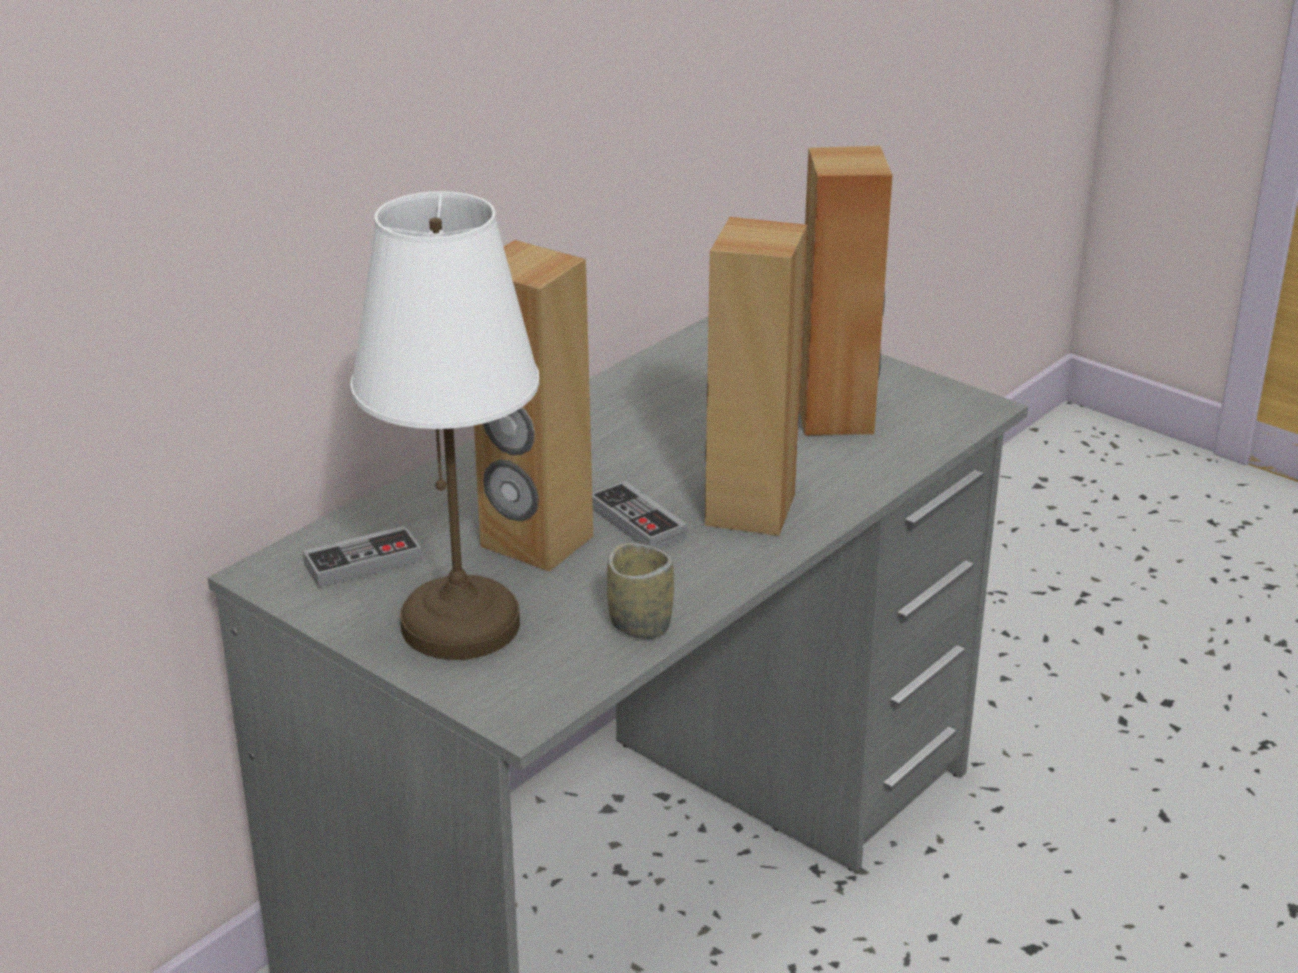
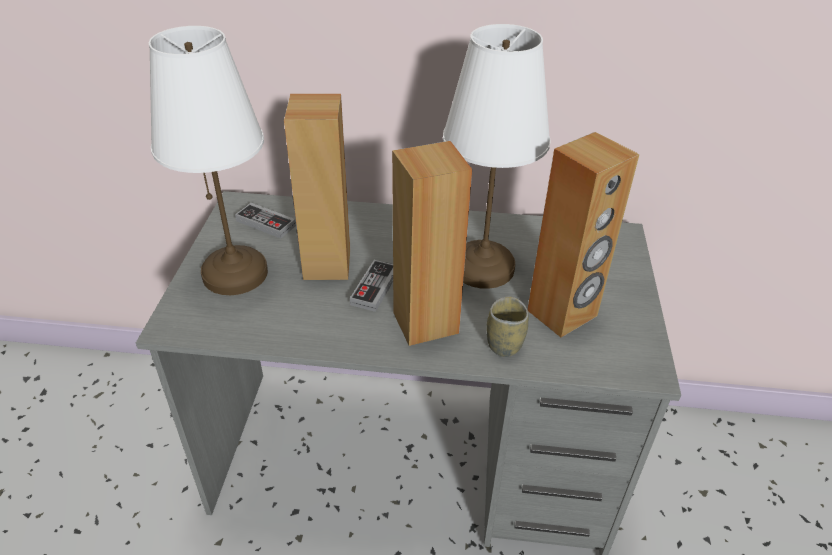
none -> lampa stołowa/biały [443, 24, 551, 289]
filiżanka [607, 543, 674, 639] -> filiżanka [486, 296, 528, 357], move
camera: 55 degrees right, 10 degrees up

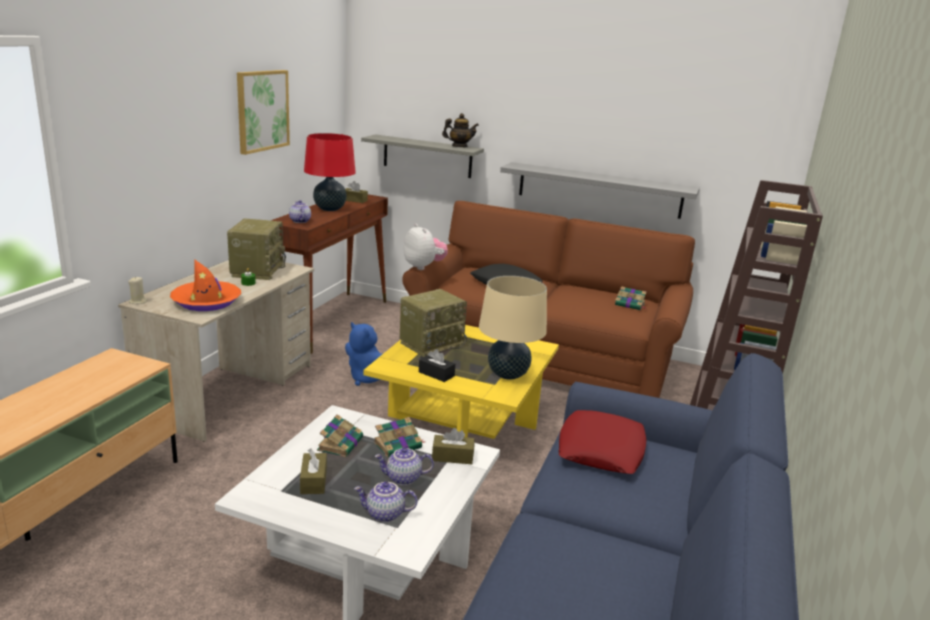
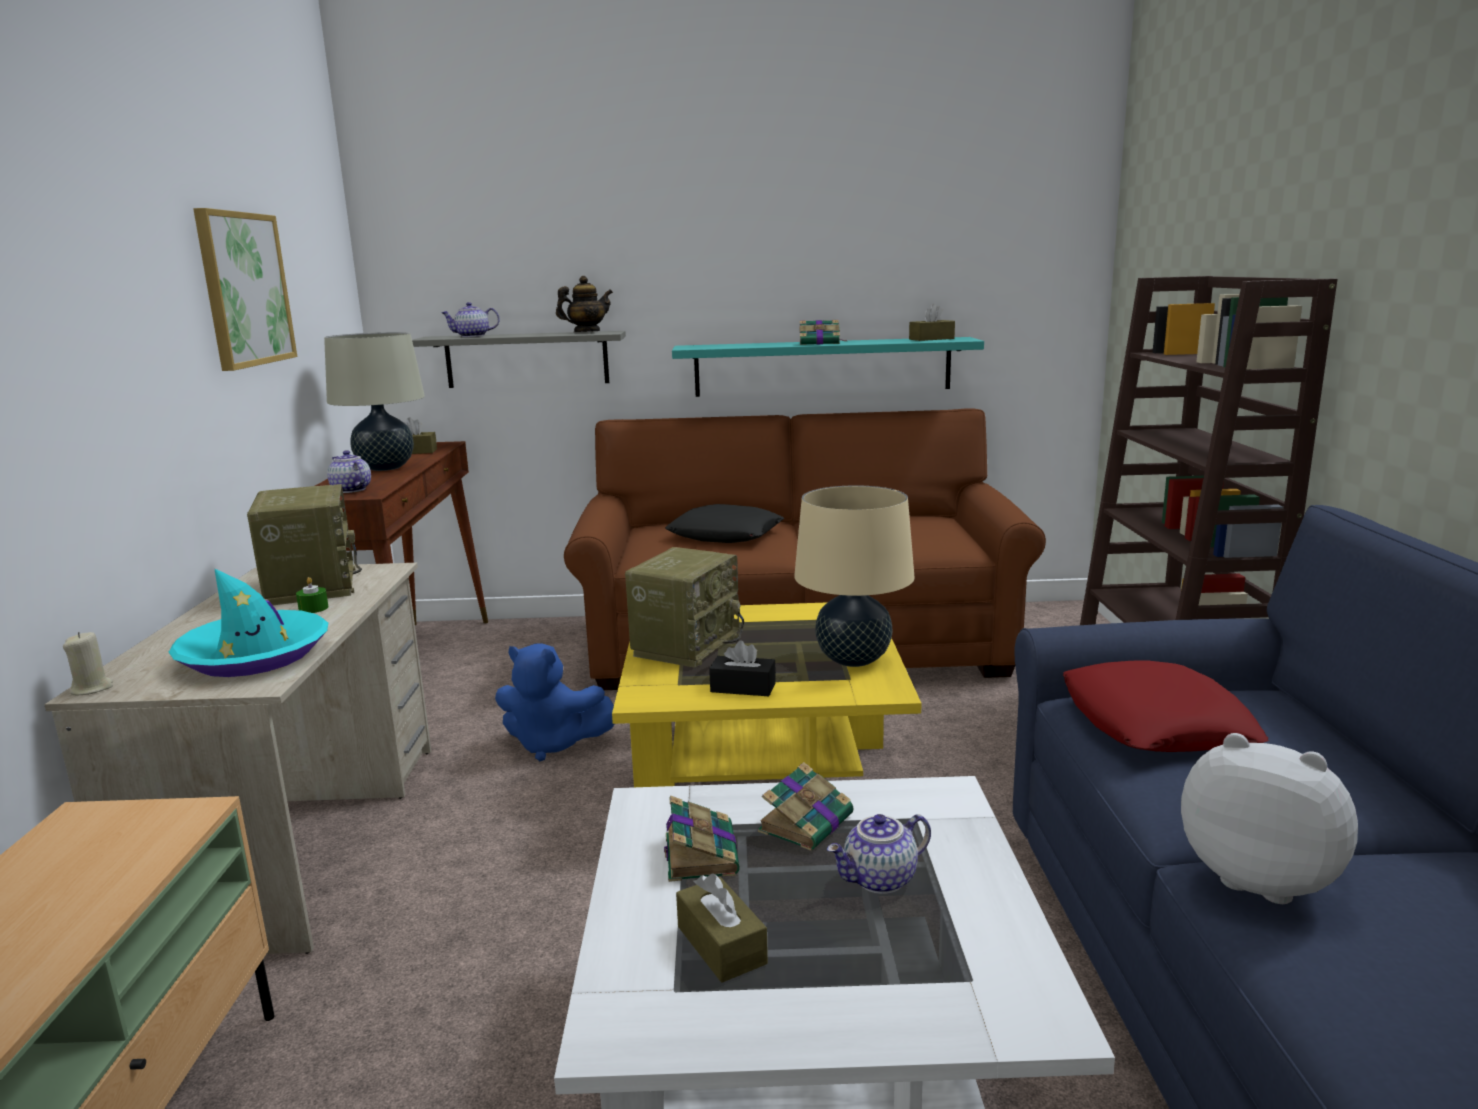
imbryk [354, 482, 418, 522] -> imbryk [441, 302, 500, 337], move
pluszak [403, 224, 448, 270] -> pluszak [1181, 733, 1358, 904], move
pudełko chusteczek/brązowy [432, 428, 474, 464] -> pudełko chusteczek/brązowy [909, 304, 955, 341], move
książka [615, 286, 647, 310] -> książka [800, 320, 847, 345], move
kapelusz/pomarańczowy [170, 259, 241, 311] -> kapelusz/turkusowy [169, 568, 328, 677]
lampa stołowa/czerwony [304, 133, 356, 211] -> lampa stołowa/beżowy [324, 332, 425, 471]
półka/szary [500, 162, 700, 219] -> półka/turkusowy [672, 337, 984, 397]
camera: 20 degrees left, 5 degrees down

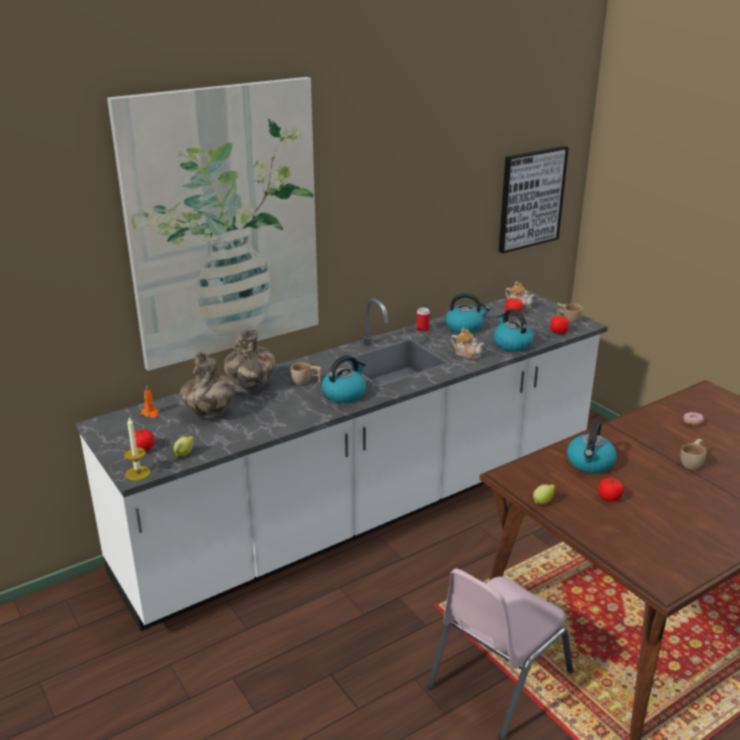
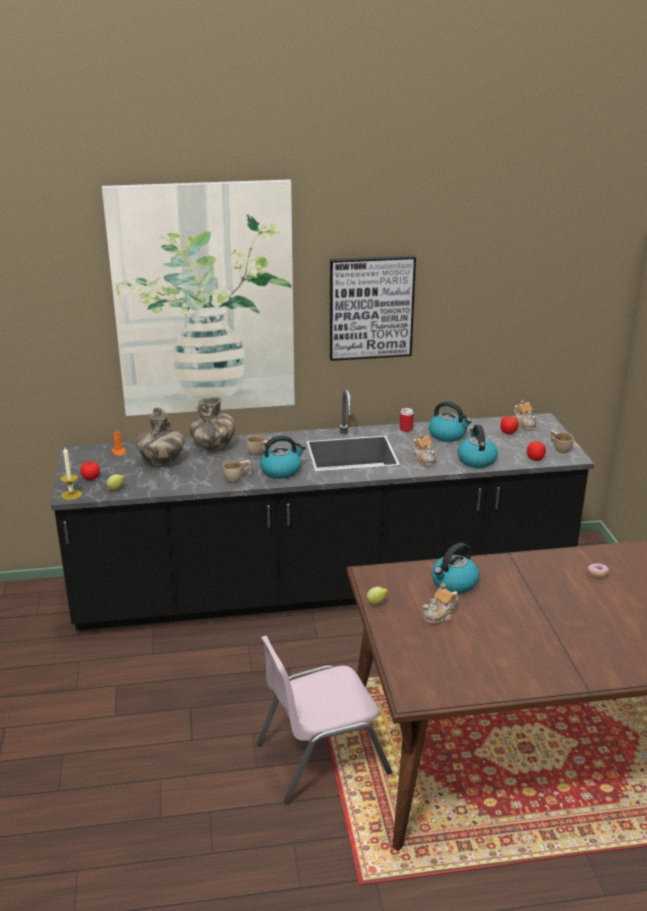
obraz [499, 146, 569, 253] -> obraz [330, 255, 416, 361], move
filiżanka/beżowy [680, 439, 706, 470] -> filiżanka/beżowy [222, 460, 252, 483], move
pomidor [598, 478, 624, 502] -> imbryk [423, 583, 458, 624]
zabudowa kuchenna/biały [75, 291, 608, 631] -> zabudowa kuchenna/czarny [51, 390, 594, 631]
camera: 25 degrees right, 0 degrees up

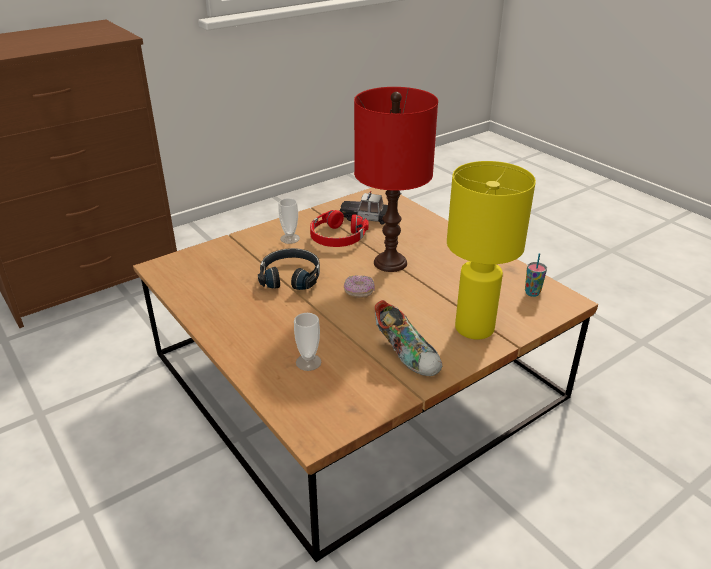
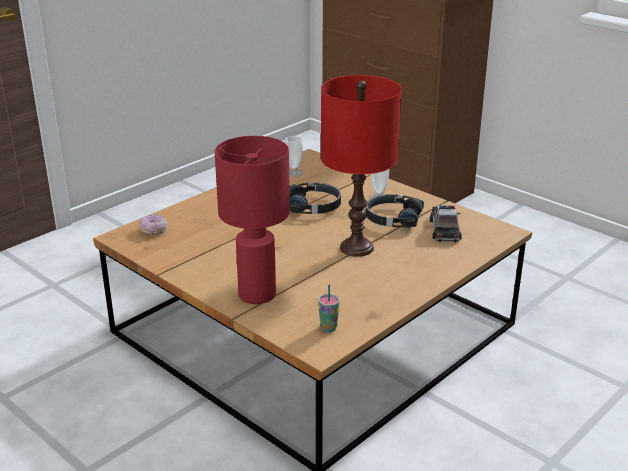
but [374, 300, 442, 376] -> none
filiżanka [294, 313, 321, 371] -> filiżanka [285, 136, 303, 177], move
donut [344, 275, 374, 298] -> donut [139, 214, 167, 235], move
słuchawki/czerwony [310, 210, 368, 247] -> słuchawki/czarny [366, 194, 424, 228]
lampa stołowa/żółty [447, 161, 536, 339] -> lampa stołowa/czerwony [215, 136, 290, 304]
camera: 80 degrees right, 5 degrees down

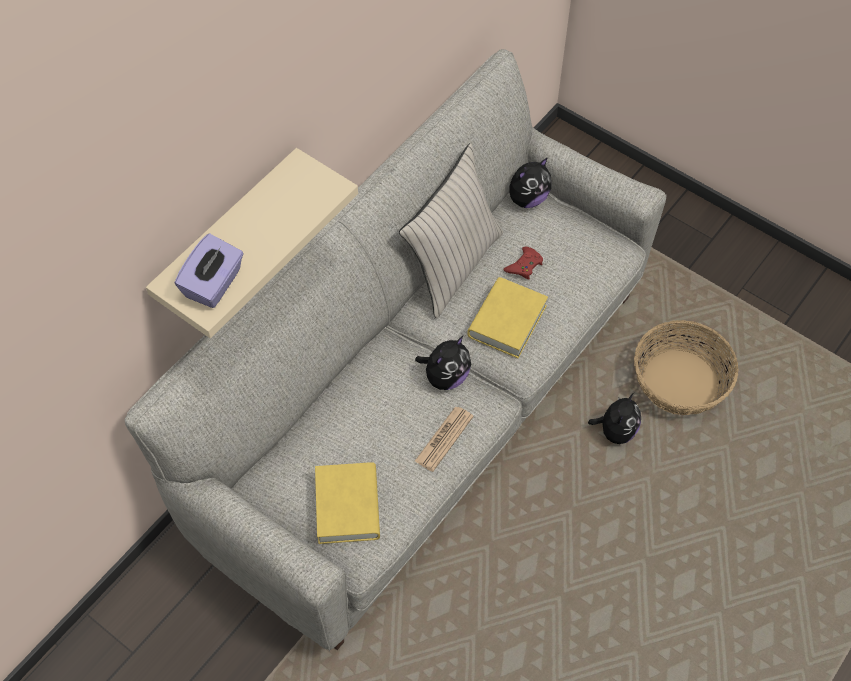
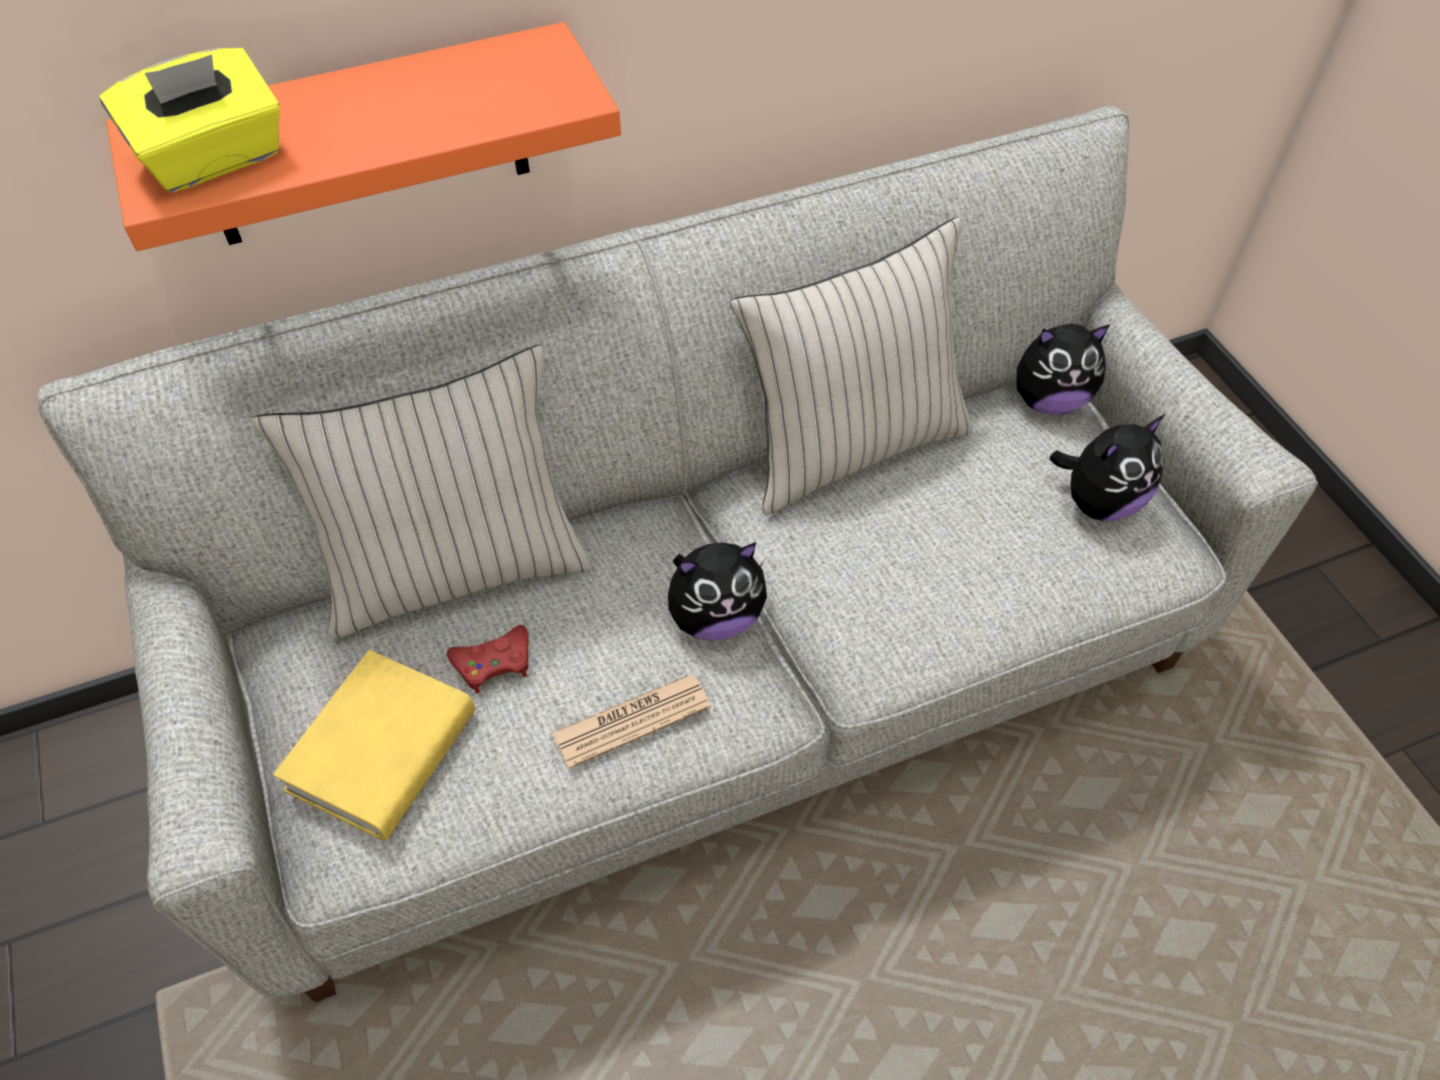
książka/żółty [467, 277, 548, 358] -> none
koszyk [634, 320, 739, 415] -> none
none -> poduszka/beżowy [251, 345, 592, 640]
pad do gier/czerwony [503, 247, 543, 280] -> pad do gier/czerwony [447, 625, 529, 694], move
pluszak [588, 393, 641, 444] -> pluszak [1050, 414, 1165, 521], move
półka/beżowy [146, 148, 358, 338] -> półka/pomarańczowy [106, 22, 621, 251]
pudełko chusteczek/fioletowy [174, 233, 244, 308] -> pudełko chusteczek/żółty [99, 48, 280, 193]
camera: 30 degrees right, 5 degrees down

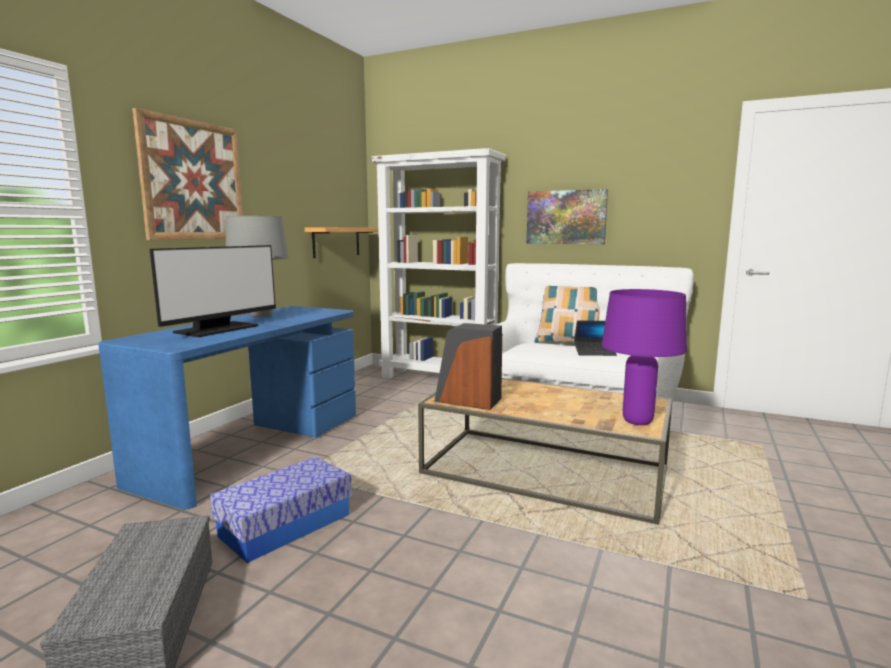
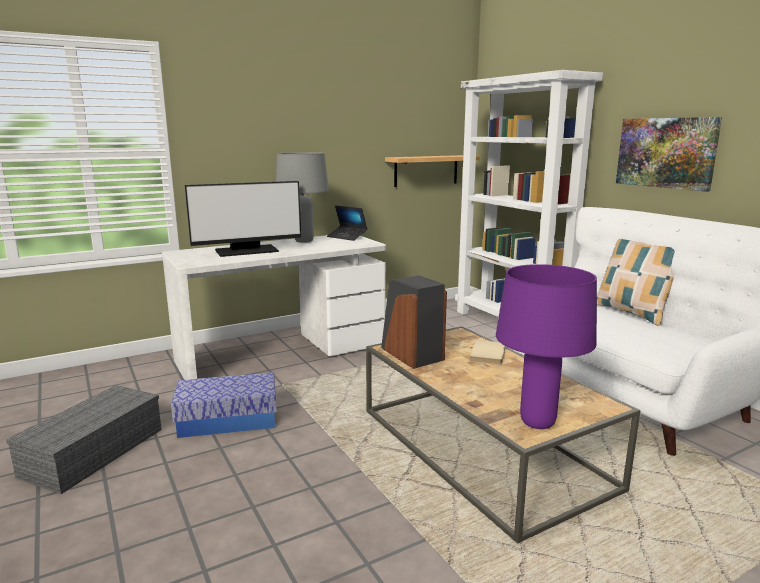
obraz [132, 108, 243, 240] -> none
none -> książka/beżowy [469, 340, 505, 365]
laptop [574, 321, 617, 356] -> laptop [327, 205, 368, 241], move
biurko/niebieski [98, 306, 356, 510] -> biurko/biały [162, 235, 386, 380]
camera: 35 degrees right, 5 degrees up

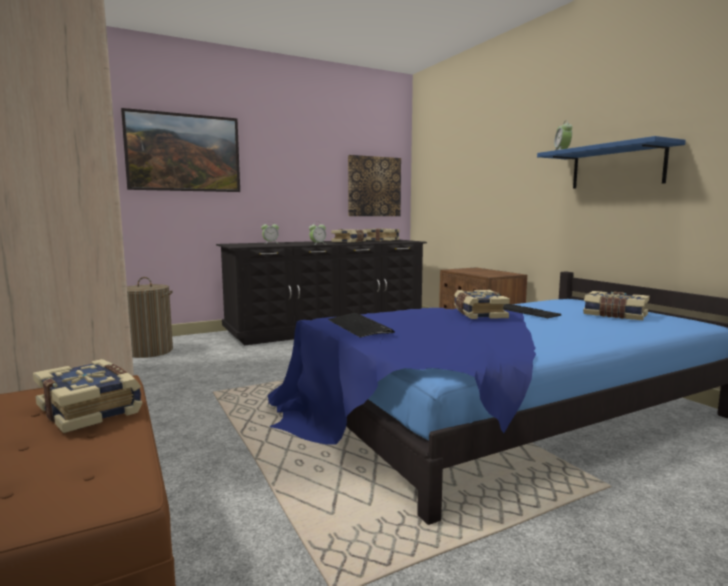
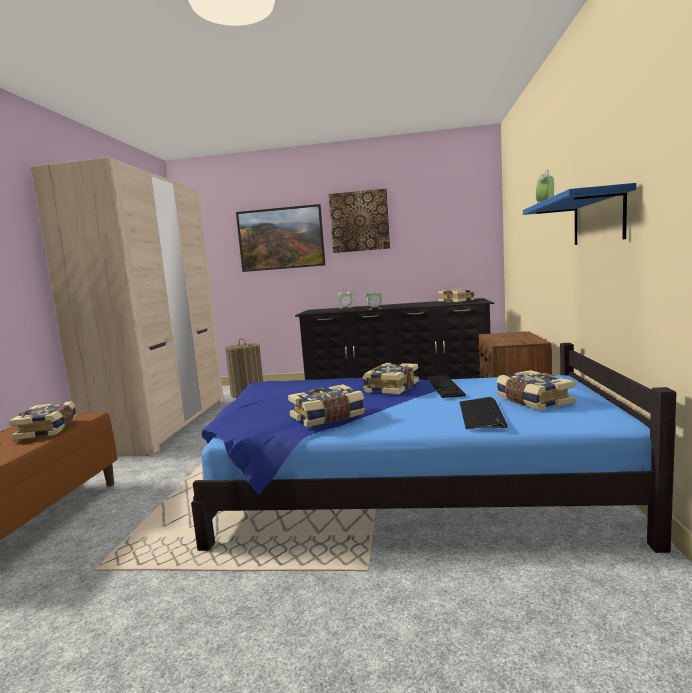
klawiatura [328, 313, 395, 337] -> klawiatura [460, 397, 507, 429], move
książka [331, 229, 367, 243] -> książka [288, 384, 365, 427], move
obraz [348, 155, 401, 216] -> obraz [329, 189, 390, 253], move
camera: 35 degrees right, 0 degrees up

